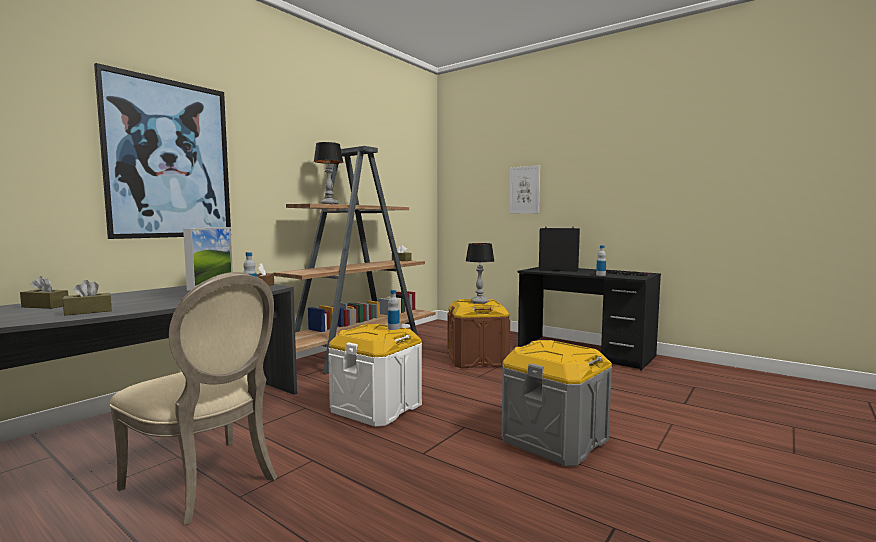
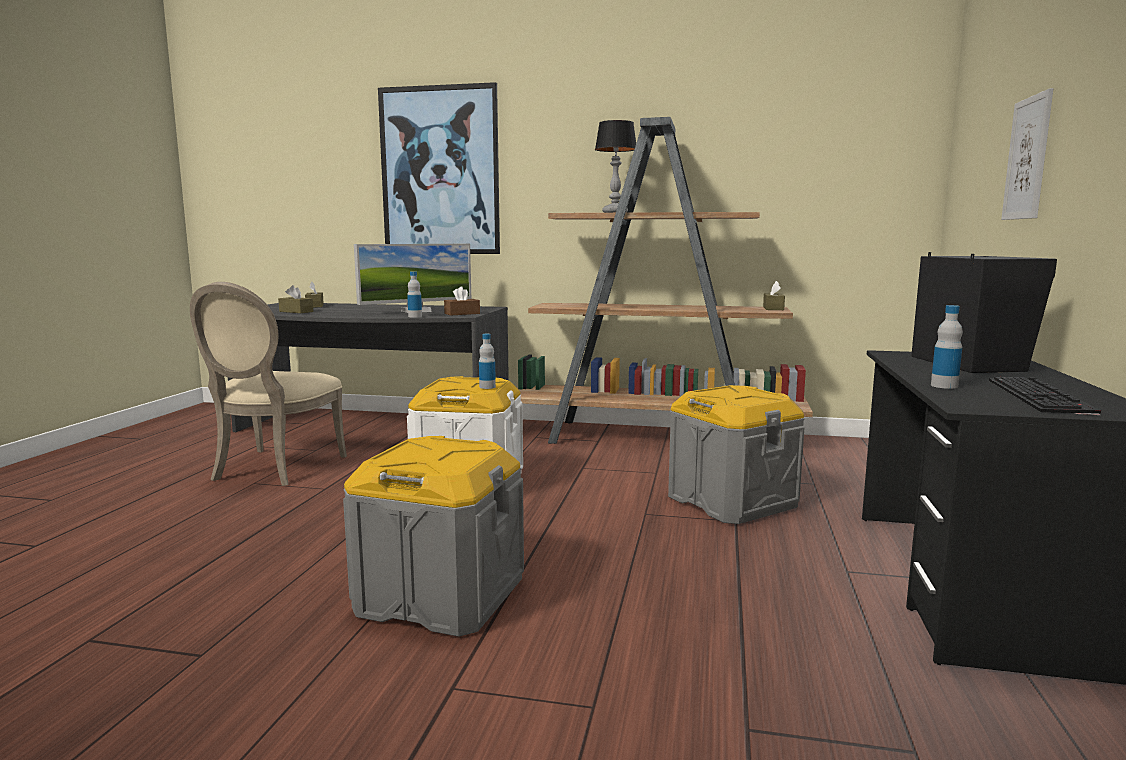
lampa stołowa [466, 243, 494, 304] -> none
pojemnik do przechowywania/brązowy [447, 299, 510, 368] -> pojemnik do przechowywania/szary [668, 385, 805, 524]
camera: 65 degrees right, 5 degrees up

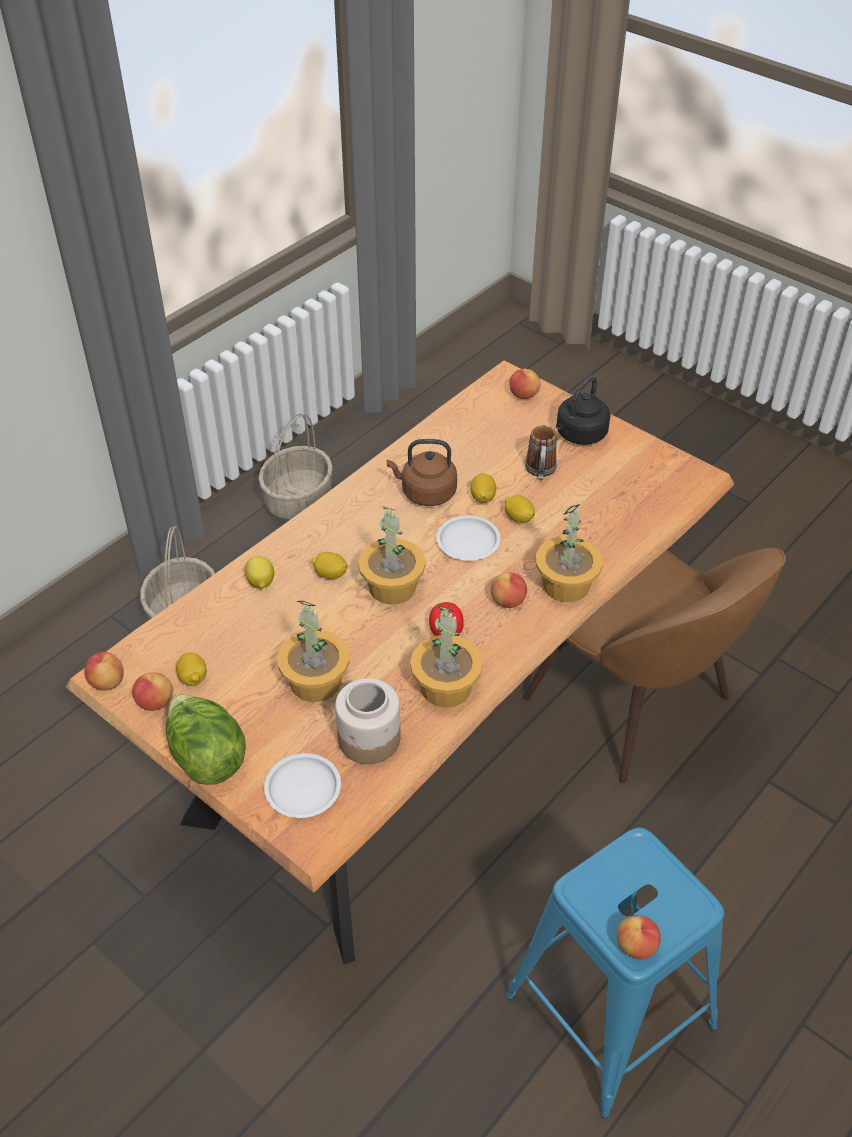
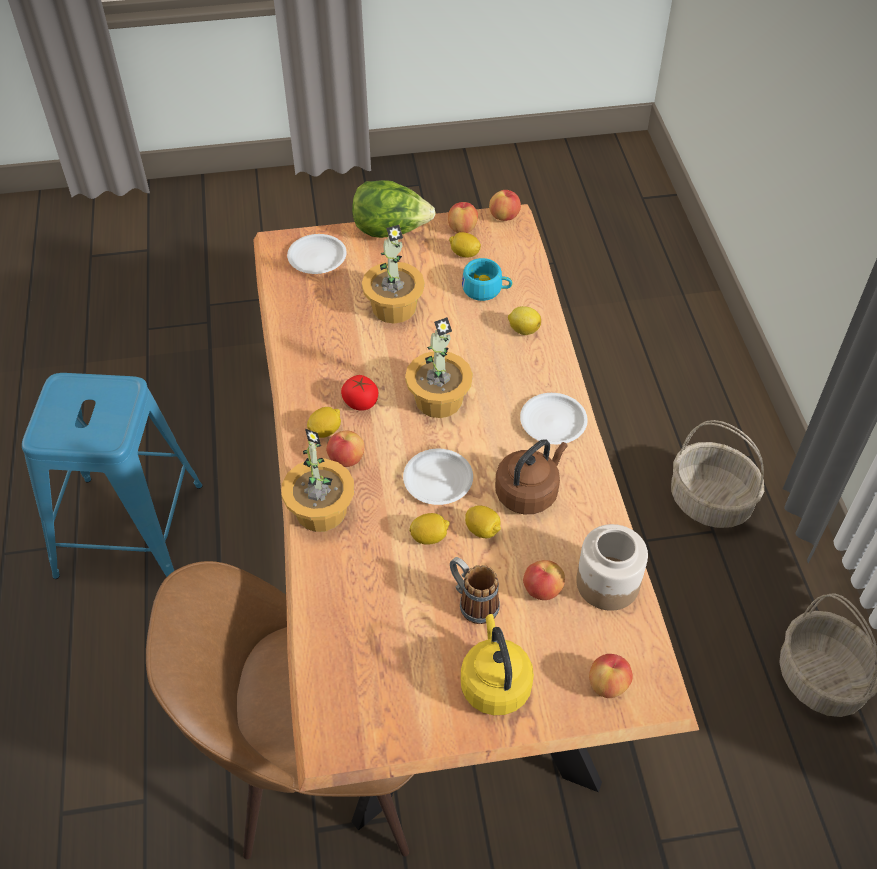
roślina doniczkowa [410, 606, 483, 708] -> none
none -> filiżanka/turkusowy [462, 258, 513, 301]
none -> talerz/biały [520, 393, 588, 444]
cytryna [311, 552, 347, 579] -> cytryna [307, 407, 341, 438], move
słoik [335, 678, 401, 764] -> słoik [576, 524, 648, 611], move
jabłko [617, 916, 661, 960] -> jabłko [523, 560, 565, 600], move
czajnik/czarny [556, 376, 610, 445] -> czajnik/żółty [461, 614, 534, 715]
camera: 130 degrees right, 5 degrees up

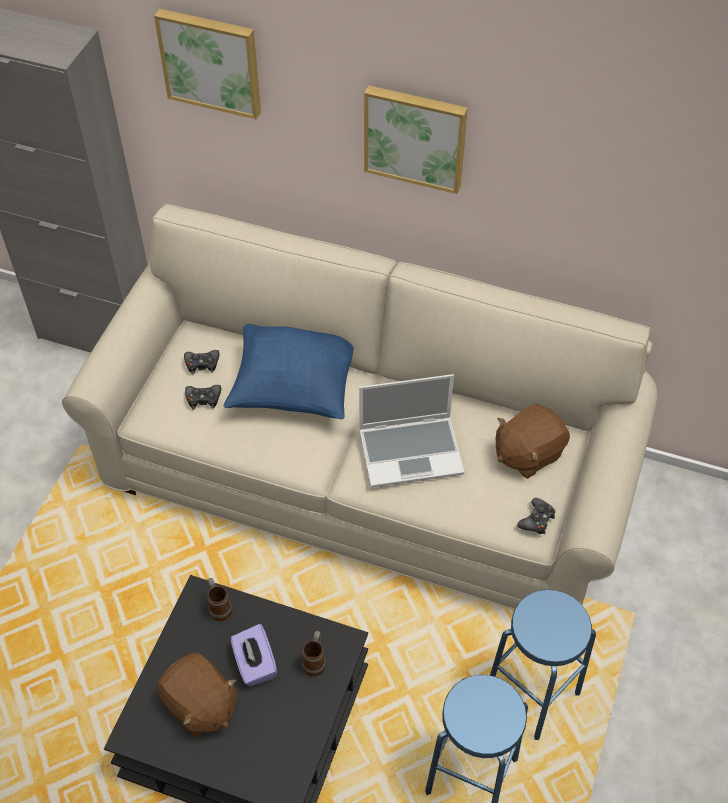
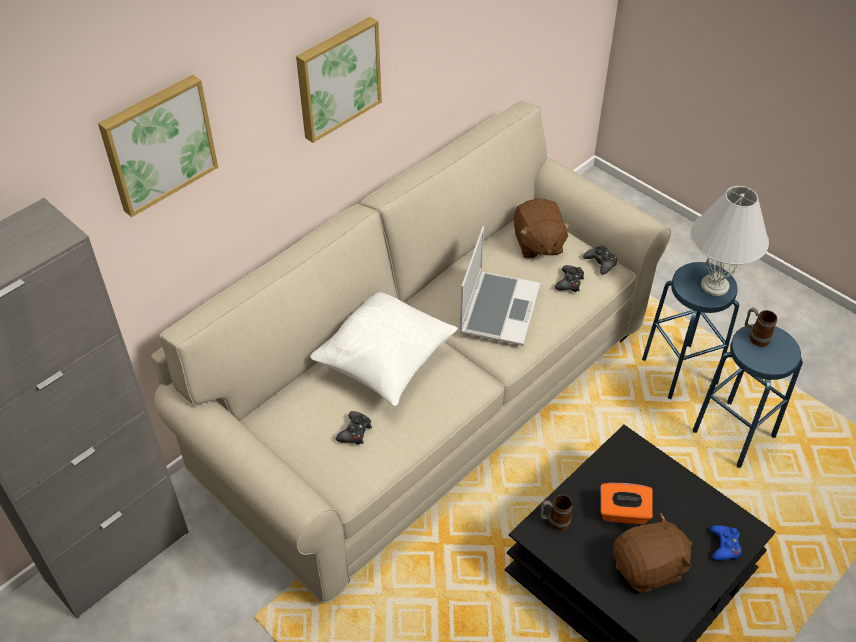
none -> lampa stołowa/biały [691, 186, 769, 296]
none -> pad do gier/niebieski [710, 525, 741, 561]
pad do gier/czarny [184, 350, 219, 374] -> pad do gier/czarny [555, 265, 584, 292], move
kubek [302, 631, 326, 676] -> kubek [745, 308, 777, 347], move
poduszka/niebieski [224, 324, 354, 419] -> poduszka/biały [310, 292, 458, 406]
pudełko chusteczek/fioletowy [231, 624, 277, 686] -> pudełko chusteczek/pomarańczowy [600, 483, 653, 524]
camera: 65 degrees left, 5 degrees down

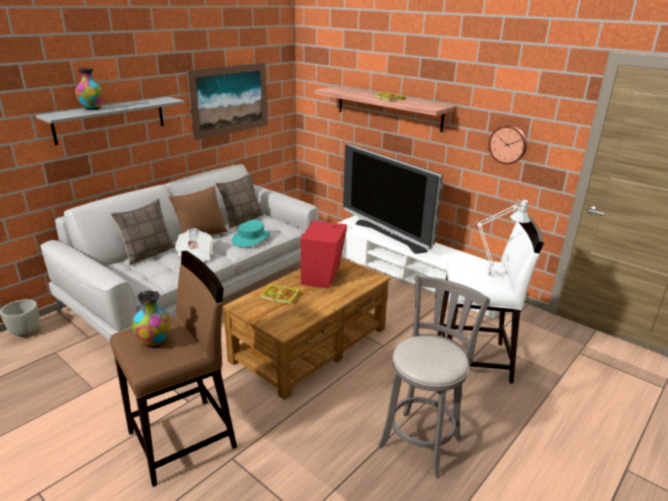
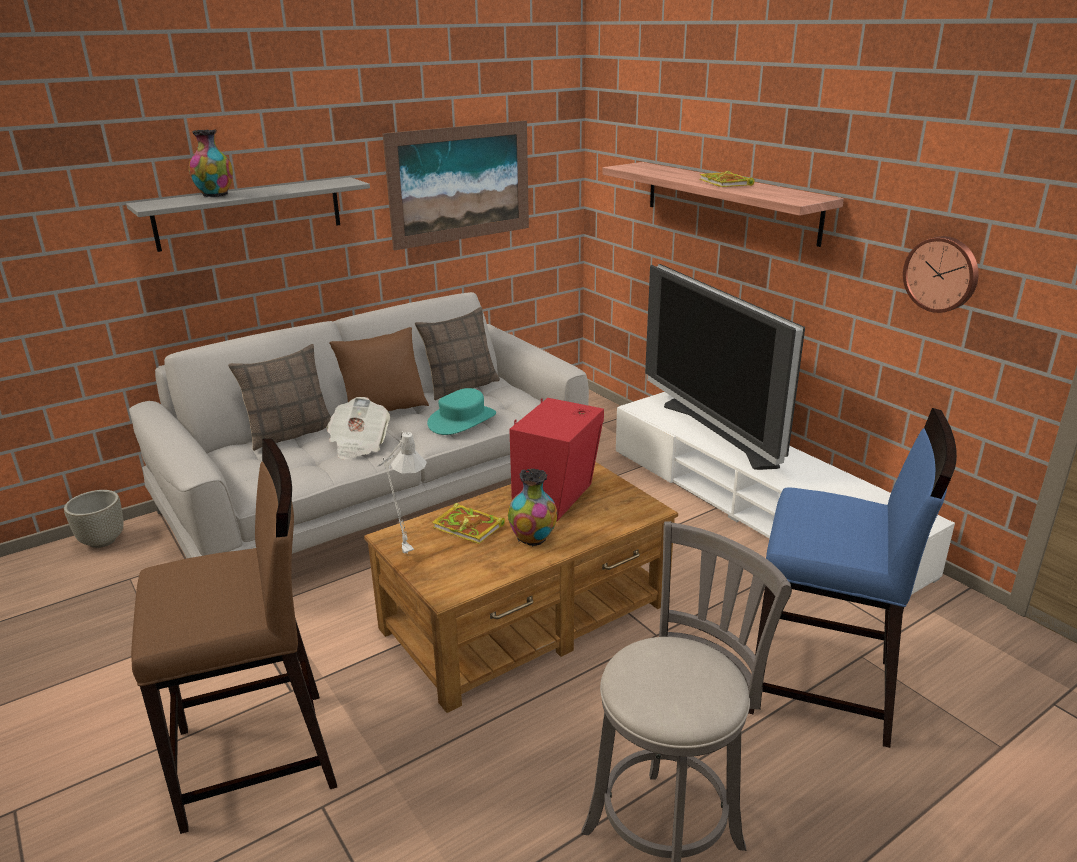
wazon [132, 291, 171, 348] -> wazon [508, 468, 557, 546], move
lampa stołowa/szary [462, 199, 530, 275] -> lampa stołowa/szary [378, 431, 427, 554], move
stołek/biały [437, 215, 544, 384] -> stołek/niebieski [749, 408, 957, 748]
camera: 15 degrees right, 0 degrees up

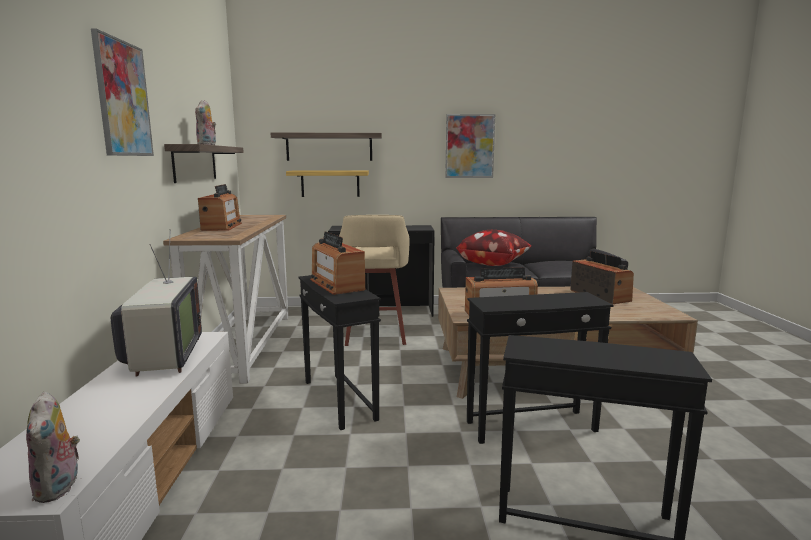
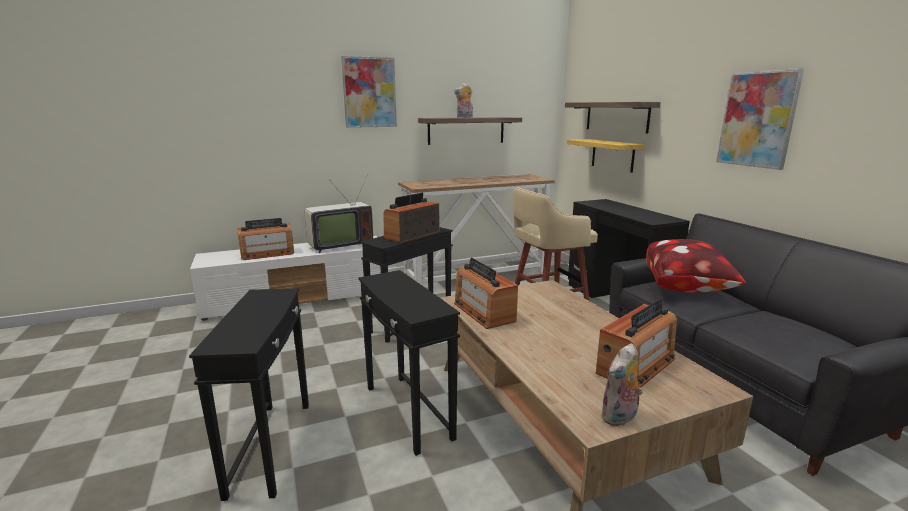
pluszak [26, 391, 80, 503] -> pluszak [600, 343, 643, 426], move
radio [198, 184, 242, 231] -> radio [237, 218, 294, 260], move
camera: 70 degrees right, 5 degrees up

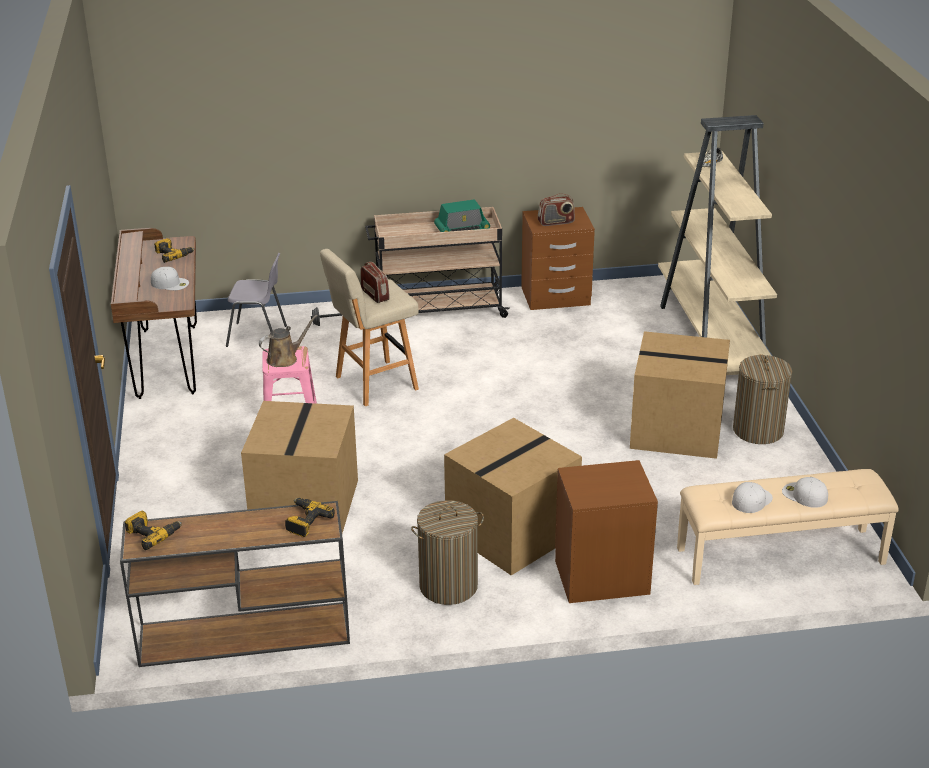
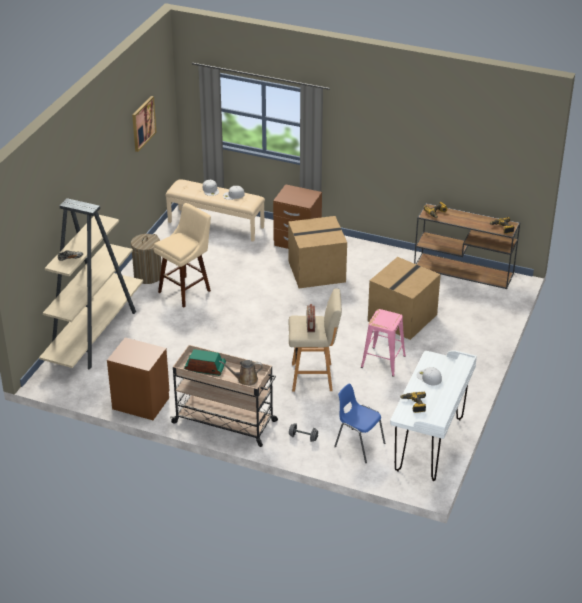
kosz na pranie [411, 500, 484, 605] -> none
radio [538, 193, 575, 226] -> none
none -> obraz [132, 96, 157, 152]
konewka/brązowy [259, 315, 318, 367] -> konewka/brązowy [219, 360, 263, 386], move
karton [630, 331, 730, 459] -> stołek/beżowy [154, 203, 211, 307]
biurko/brązowy [111, 228, 197, 399] -> biurko/biały [390, 350, 477, 481]
krzesło/szary [226, 253, 287, 347] -> krzesło/niebieski [334, 384, 385, 463]
camera: 150 degrees left, 5 degrees up

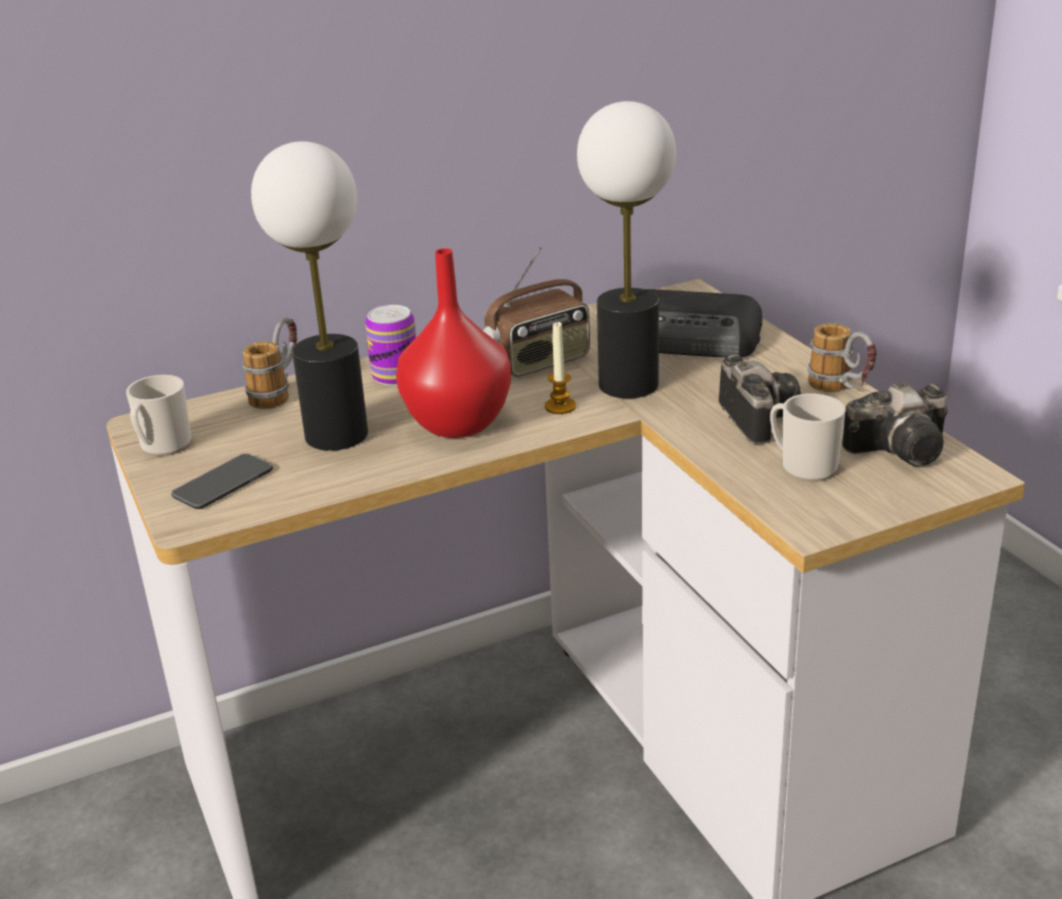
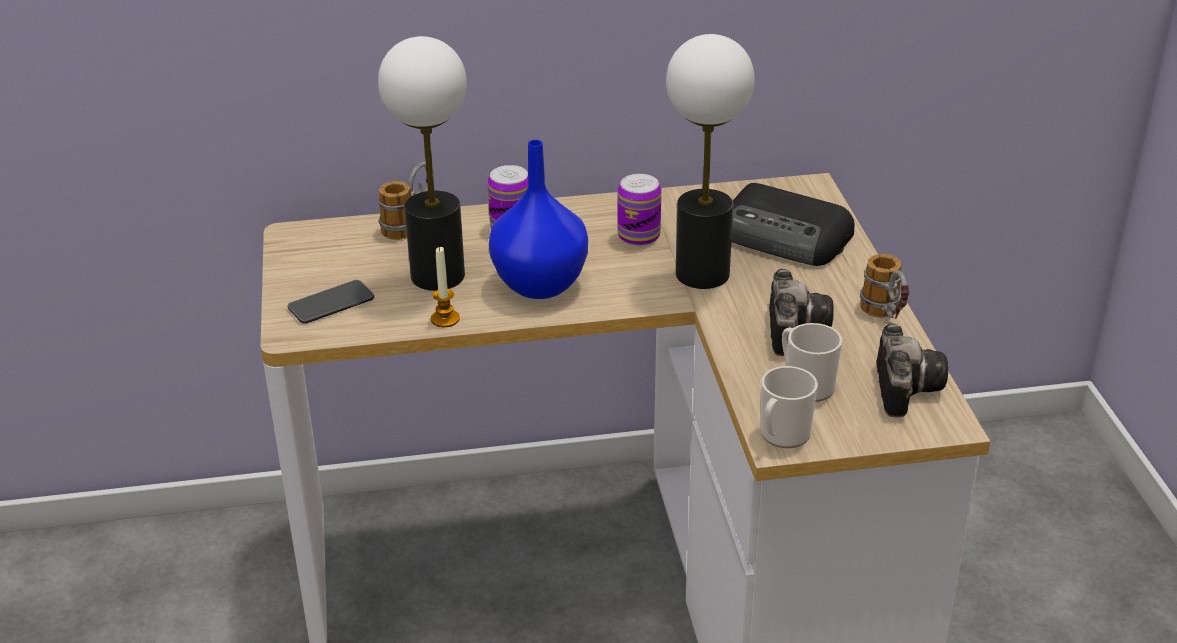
kubek [126, 375, 192, 456] -> kubek [761, 366, 818, 448], move
świeca [545, 322, 576, 414] -> świeca [431, 246, 460, 327], move
radio [484, 247, 590, 377] -> puszka [618, 174, 661, 246]
wazon/czerwony [396, 248, 511, 438] -> wazon/niebieski [489, 140, 588, 299]
aparat fotograficzny [842, 383, 948, 466] -> aparat fotograficzny [876, 323, 948, 417], 90 degrees counterclockwise
camera: 15 degrees right, 5 degrees up

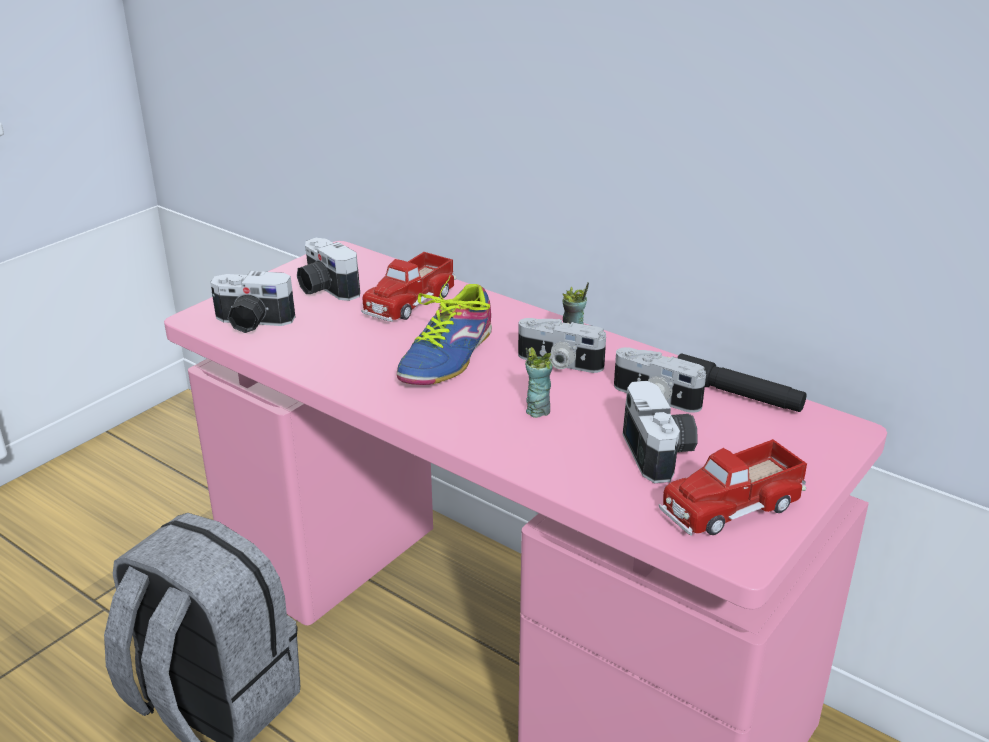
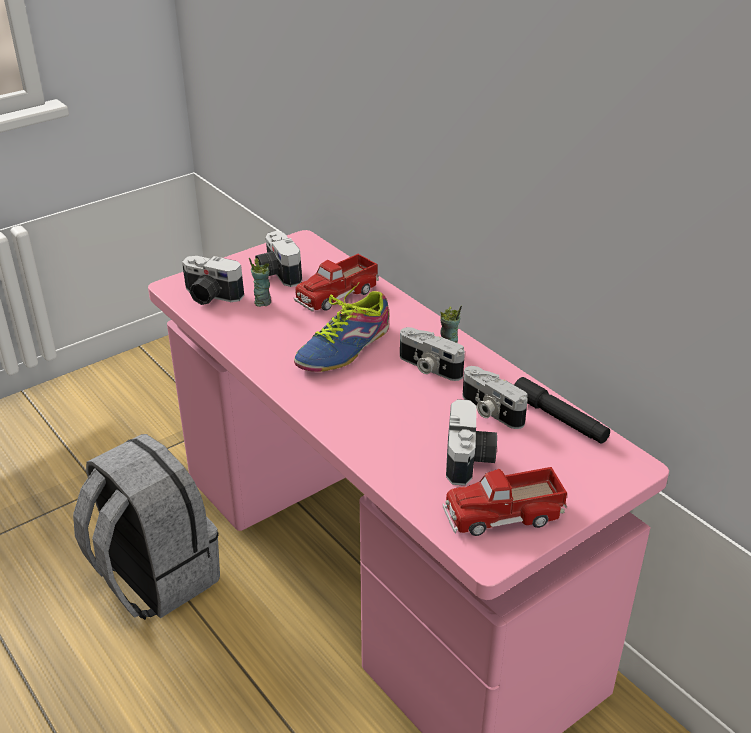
filiżanka [525, 347, 553, 418] -> filiżanka [249, 257, 271, 307], move
camera: 15 degrees right, 5 degrees up

